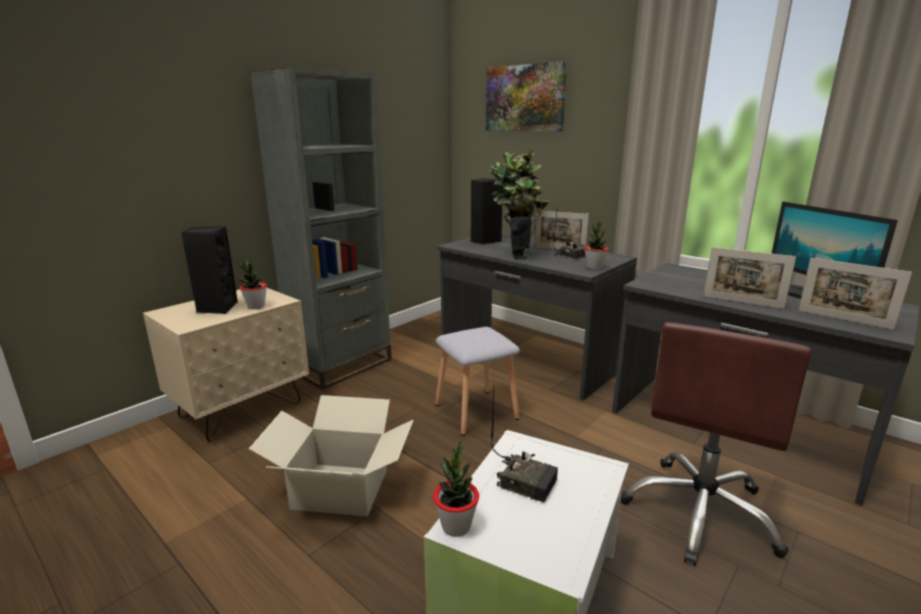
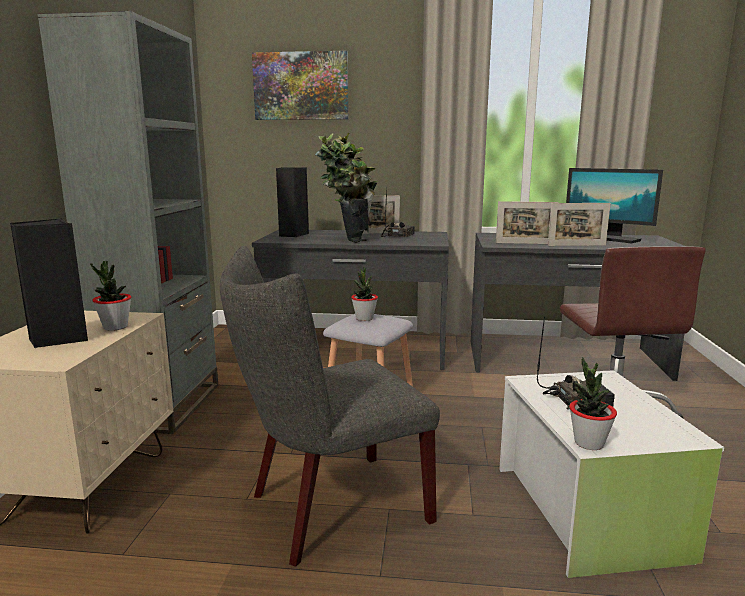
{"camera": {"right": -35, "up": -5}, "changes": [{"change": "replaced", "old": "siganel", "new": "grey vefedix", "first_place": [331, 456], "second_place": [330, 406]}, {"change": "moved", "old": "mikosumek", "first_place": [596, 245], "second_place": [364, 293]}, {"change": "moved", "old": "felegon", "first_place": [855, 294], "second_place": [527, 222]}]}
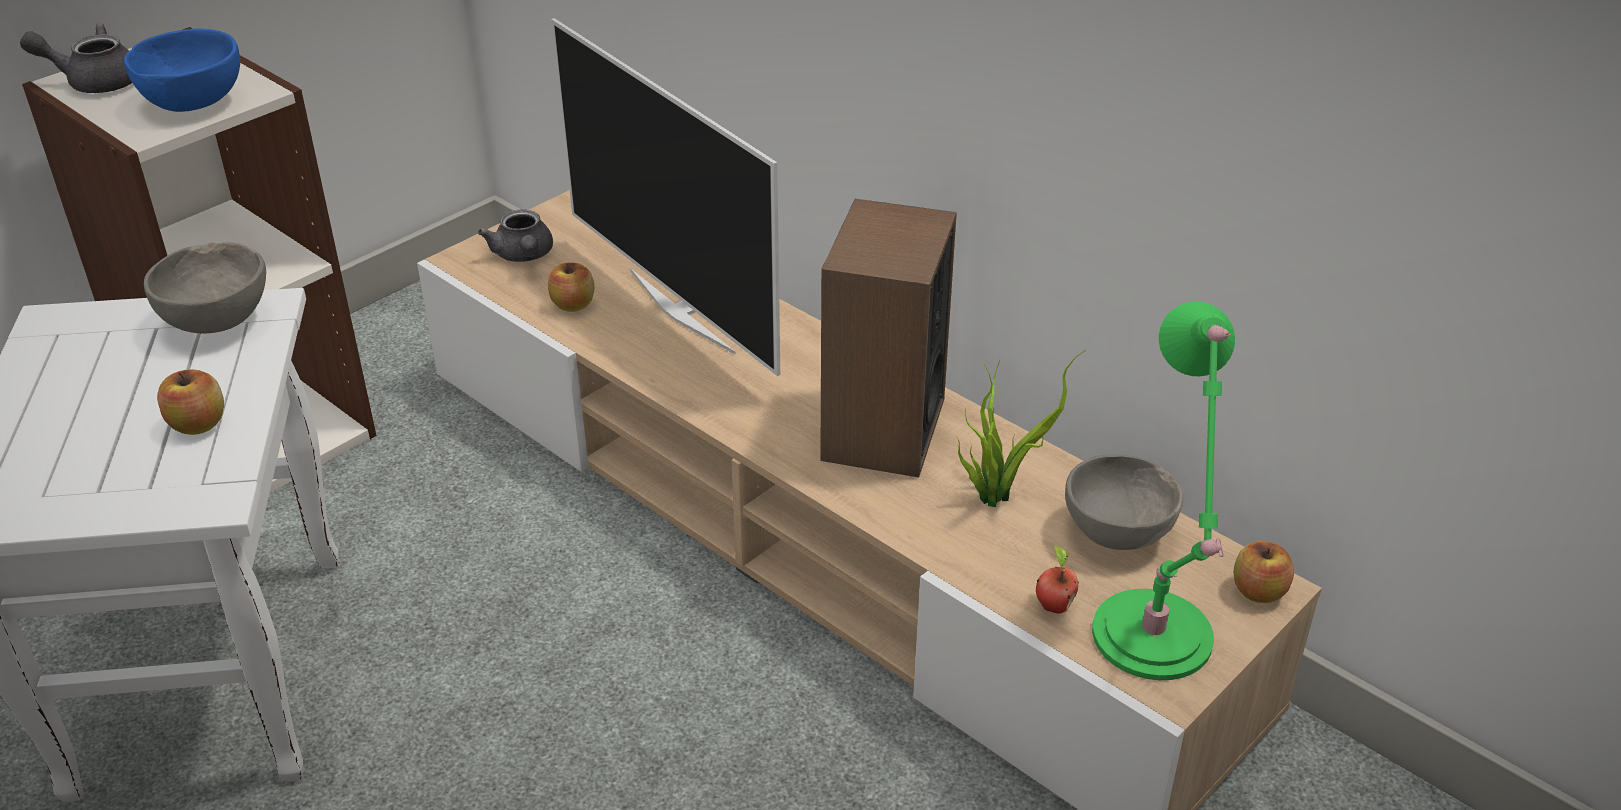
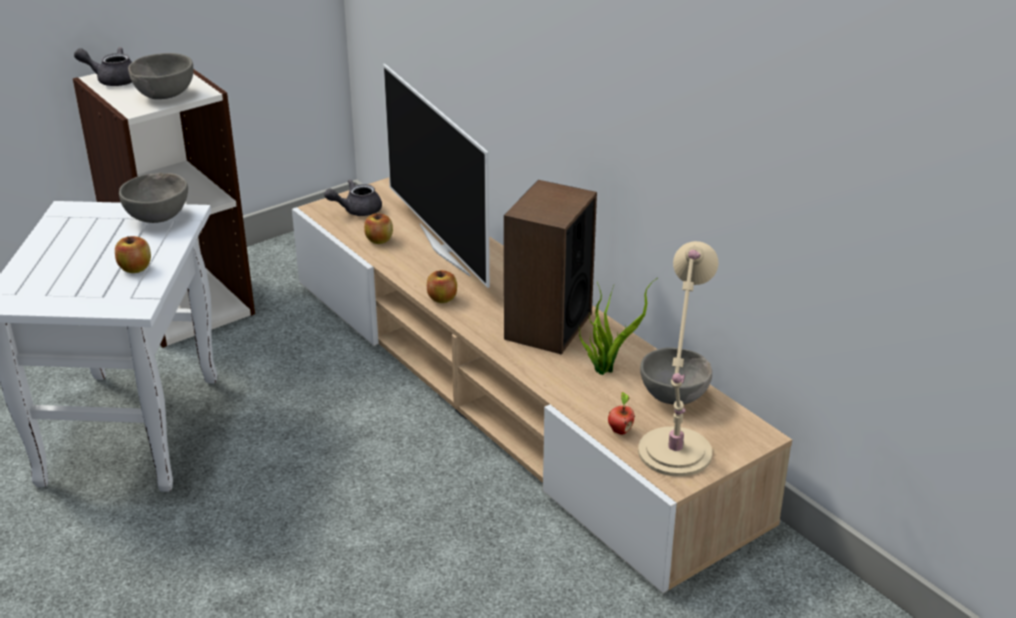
{"camera": {"right": 10, "up": -5}, "changes": [{"change": "recoloured", "old": "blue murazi", "new": "grey murazi", "first_place": [182, 70], "second_place": [161, 76]}, {"change": "turned", "old": "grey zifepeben", "first_place": [515, 235], "second_place": [353, 197], "degrees": 75}, {"change": "moved", "old": "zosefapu", "first_place": [1264, 572], "second_place": [442, 286]}, {"change": "recoloured", "old": "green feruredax", "new": "beige feruredax", "first_place": [1163, 491], "second_place": [678, 359]}]}
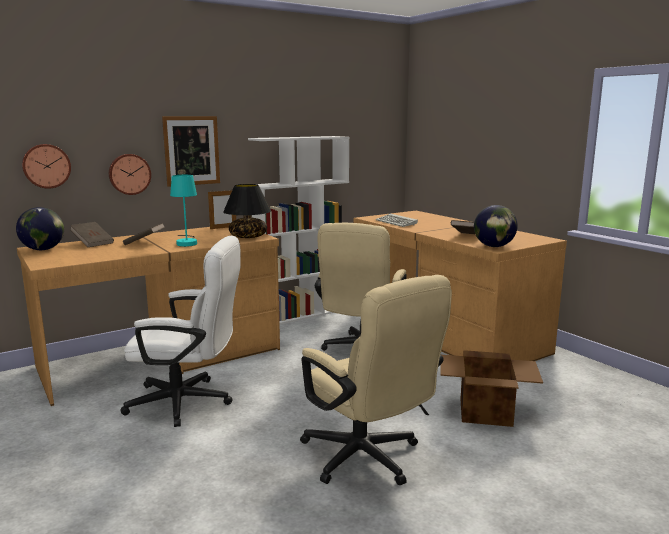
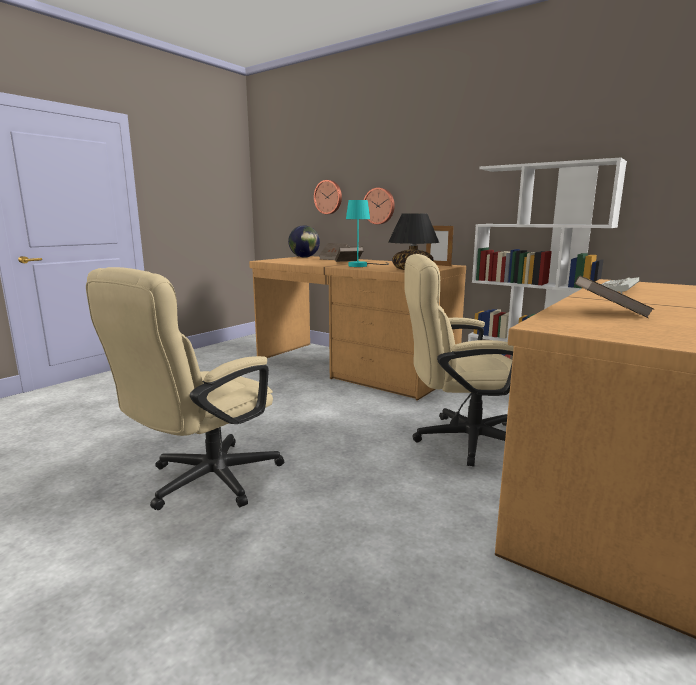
{"camera": {"right": 70, "up": 0}, "changes": [{"change": "removed", "old": "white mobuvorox", "first_place": [180, 331]}, {"change": "removed", "old": "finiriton", "first_place": [191, 151]}, {"change": "removed", "old": "siganel", "first_place": [491, 388]}, {"change": "removed", "old": "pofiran", "first_place": [496, 226]}]}
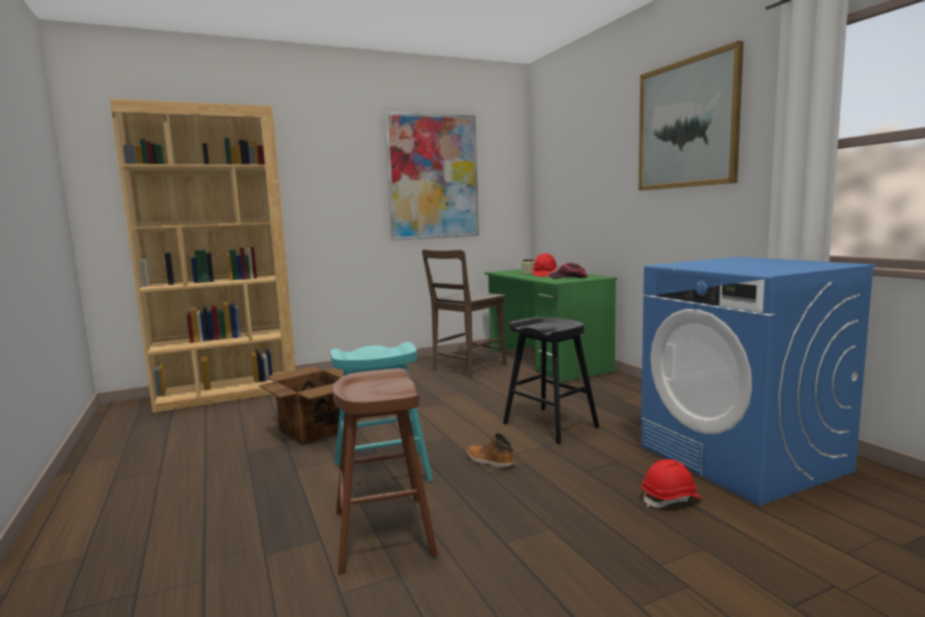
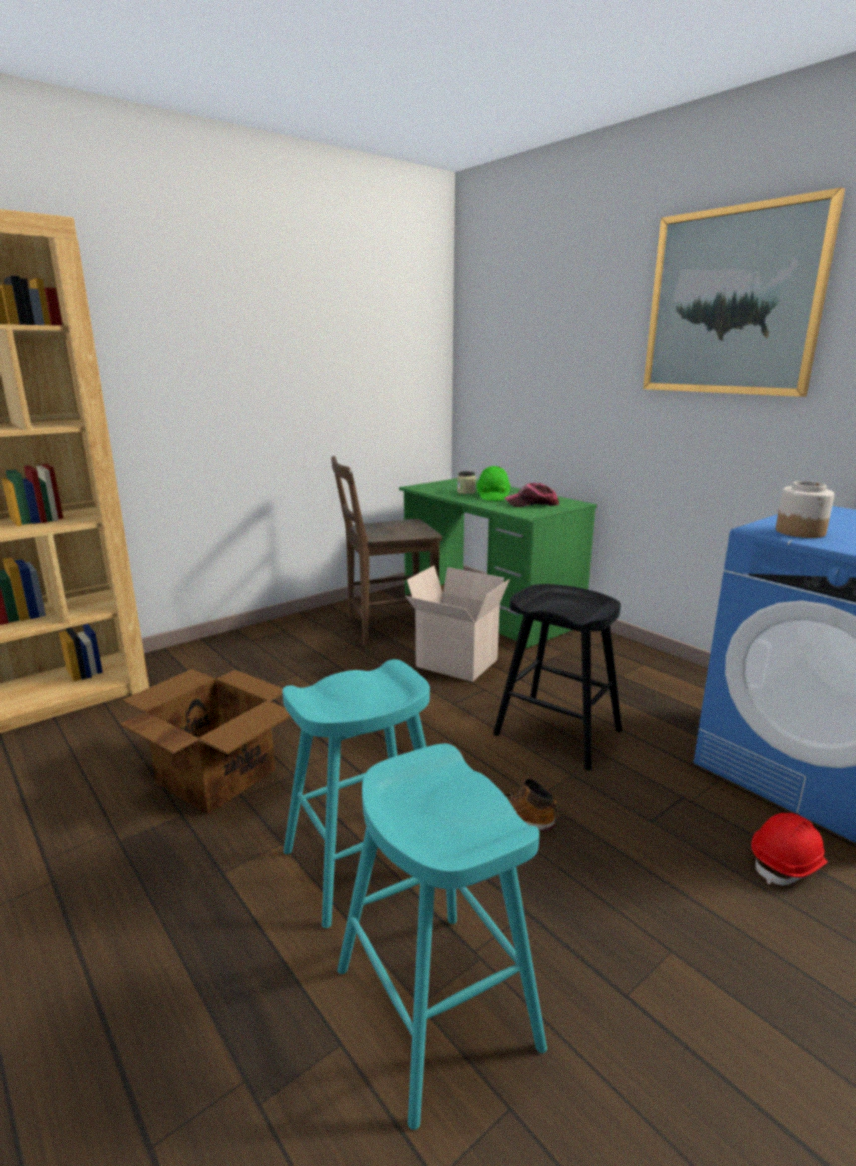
{"camera": {"right": -15, "up": 10}, "changes": [{"change": "turned", "old": "brown vefedix", "first_place": [464, 313], "second_place": [386, 550], "degrees": 45}, {"change": "recoloured", "old": "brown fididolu", "new": "turquoise fididolu", "first_place": [385, 471], "second_place": [442, 937]}, {"change": "added", "new": "siganel", "second_place": [457, 624]}, {"change": "recoloured", "old": "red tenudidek", "new": "green tenudidek", "first_place": [545, 265], "second_place": [494, 483]}, {"change": "added", "new": "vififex", "second_place": [805, 509]}, {"change": "removed", "old": "finiriton", "first_place": [431, 176]}]}
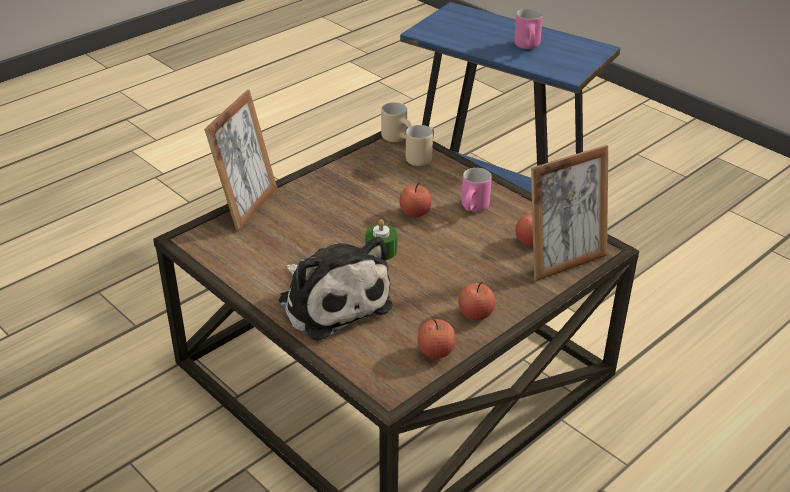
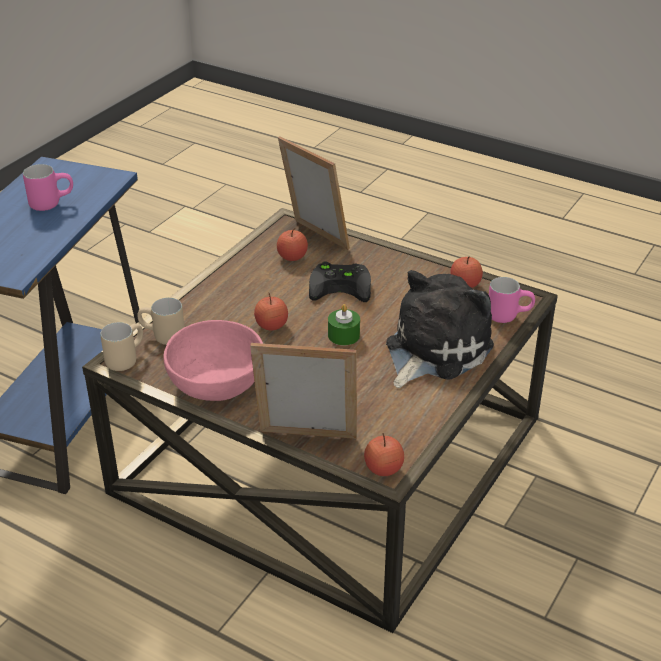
{"camera": {"right": -105, "up": 0}, "changes": [{"change": "added", "new": "pink murazi", "second_place": [213, 360]}, {"change": "added", "new": "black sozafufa", "second_place": [340, 281]}, {"change": "moved", "old": "zosefapu", "first_place": [476, 301], "second_place": [384, 454]}, {"change": "moved", "old": "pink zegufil", "first_place": [476, 190], "second_place": [512, 300]}]}
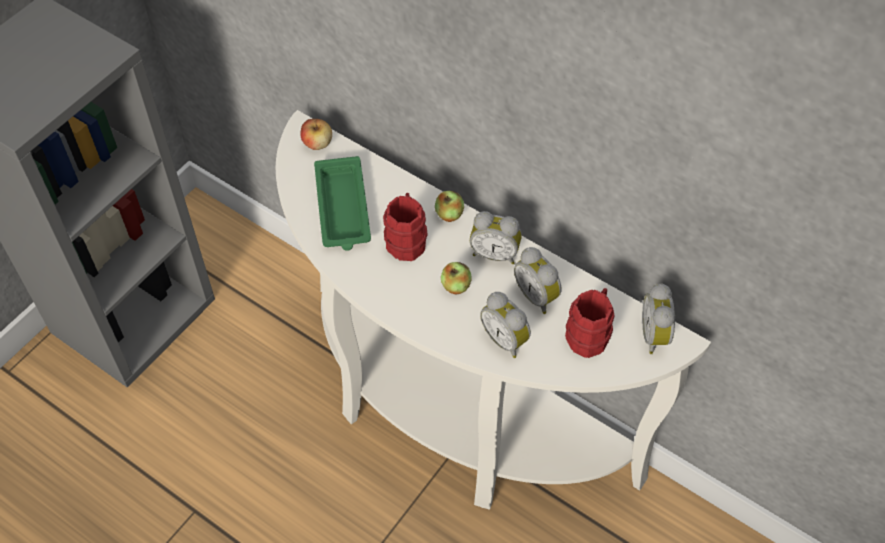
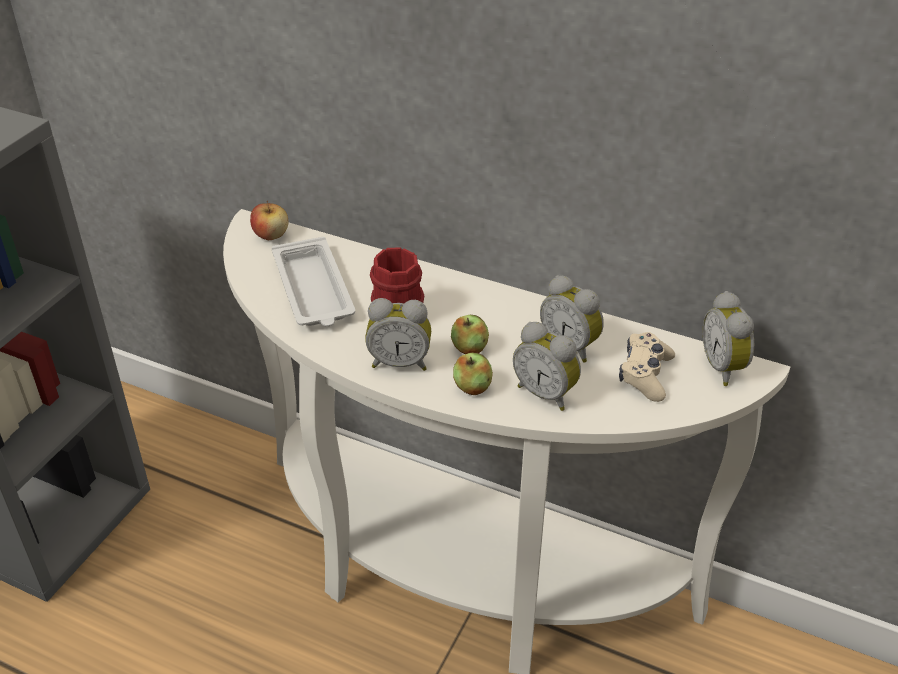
{"camera": {"right": -10, "up": -15}, "changes": [{"change": "recoloured", "old": "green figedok", "new": "white figedok", "first_place": [342, 203], "second_place": [313, 281]}, {"change": "moved", "old": "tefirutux", "first_place": [496, 237], "second_place": [398, 334]}, {"change": "moved", "old": "zosefapu", "first_place": [449, 206], "second_place": [473, 374]}, {"change": "replaced", "old": "red zegufil", "new": "beige sozafufa", "first_place": [590, 323], "second_place": [647, 367]}]}
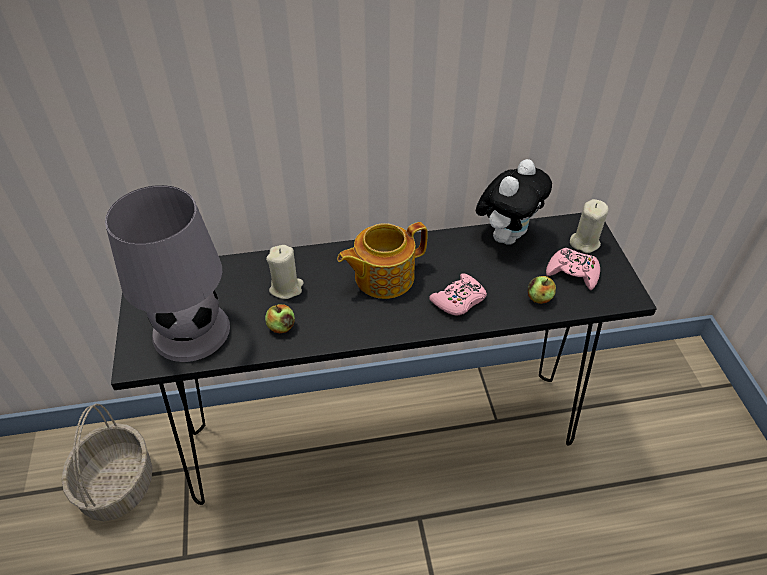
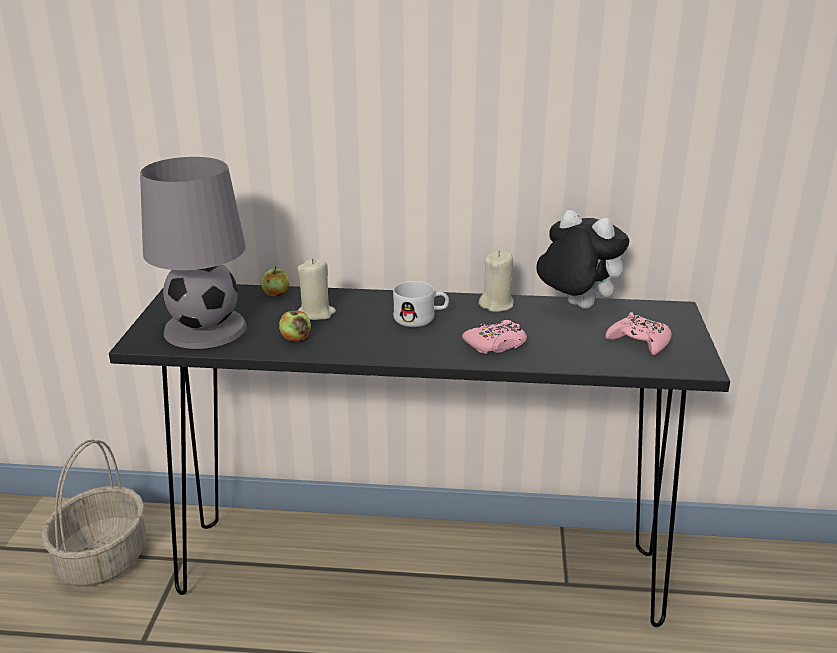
{"camera": {"right": 15, "up": -20}, "changes": [{"change": "moved", "old": "zosefapu", "first_place": [542, 290], "second_place": [275, 281]}, {"change": "replaced", "old": "zifepeben", "new": "white zegufil", "first_place": [382, 260], "second_place": [421, 304]}, {"change": "moved", "old": "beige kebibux", "first_place": [589, 226], "second_place": [496, 281]}, {"change": "turned", "old": "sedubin", "first_place": [514, 202], "second_place": [582, 259], "degrees": -105}]}
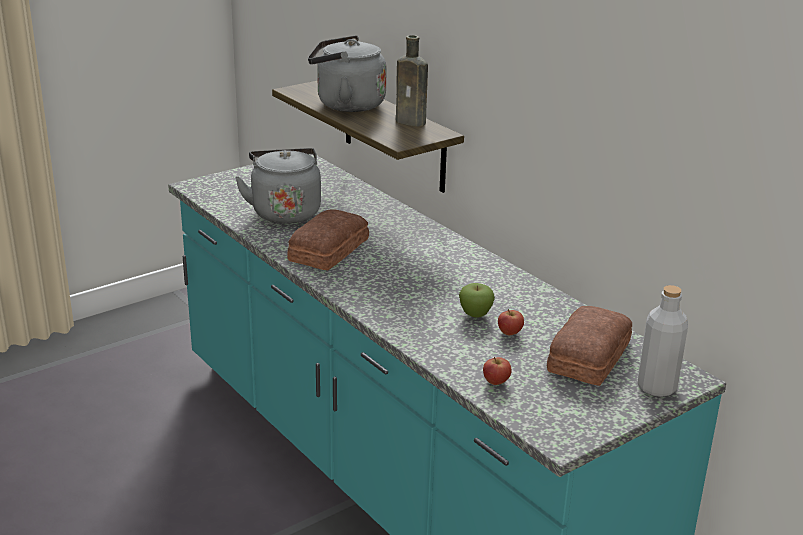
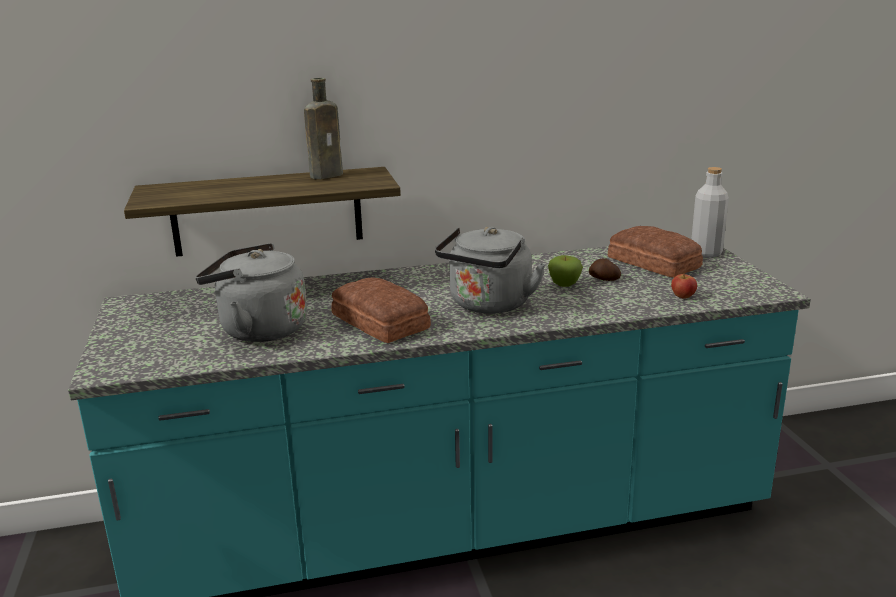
{"camera": {"right": -65, "up": -5}, "changes": [{"change": "moved", "old": "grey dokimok", "first_place": [347, 73], "second_place": [490, 270]}, {"change": "replaced", "old": "zosefapu", "new": "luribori", "first_place": [511, 322], "second_place": [605, 269]}]}
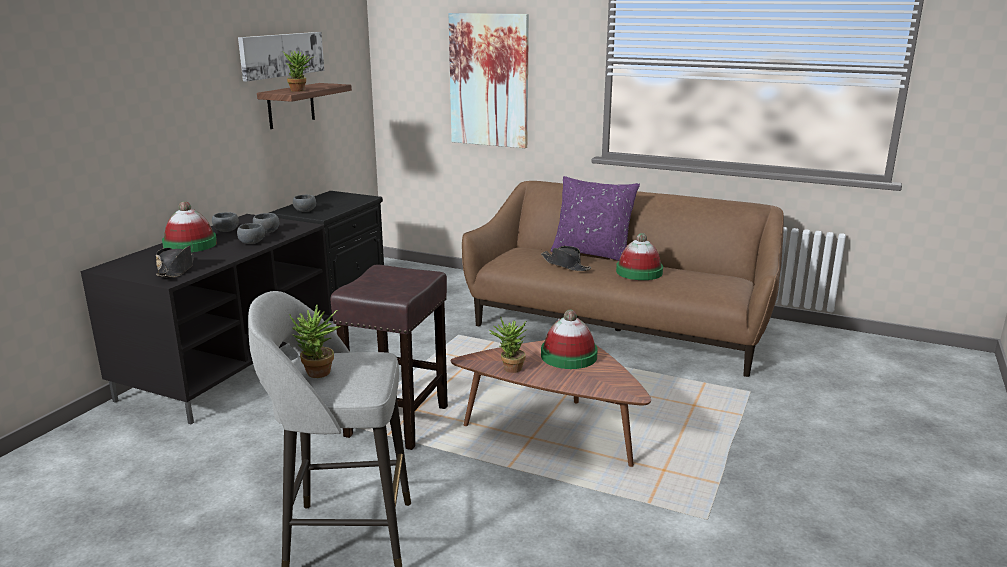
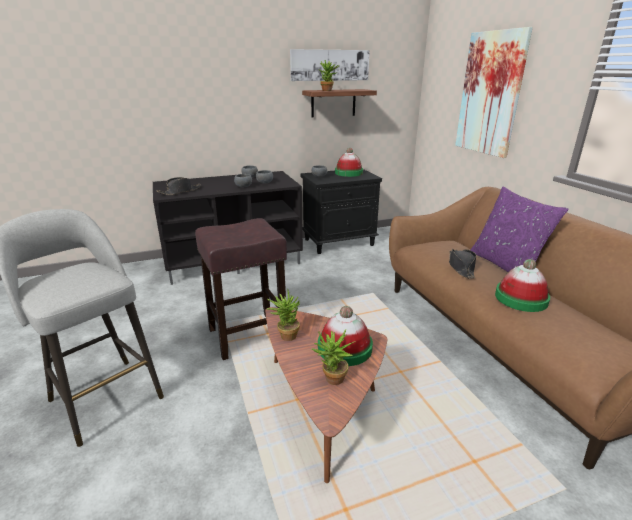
{"camera": {"right": 45, "up": 5}, "changes": [{"change": "moved", "old": "mikosumek", "first_place": [315, 341], "second_place": [333, 357]}, {"change": "moved", "old": "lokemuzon", "first_place": [189, 226], "second_place": [349, 162]}]}
